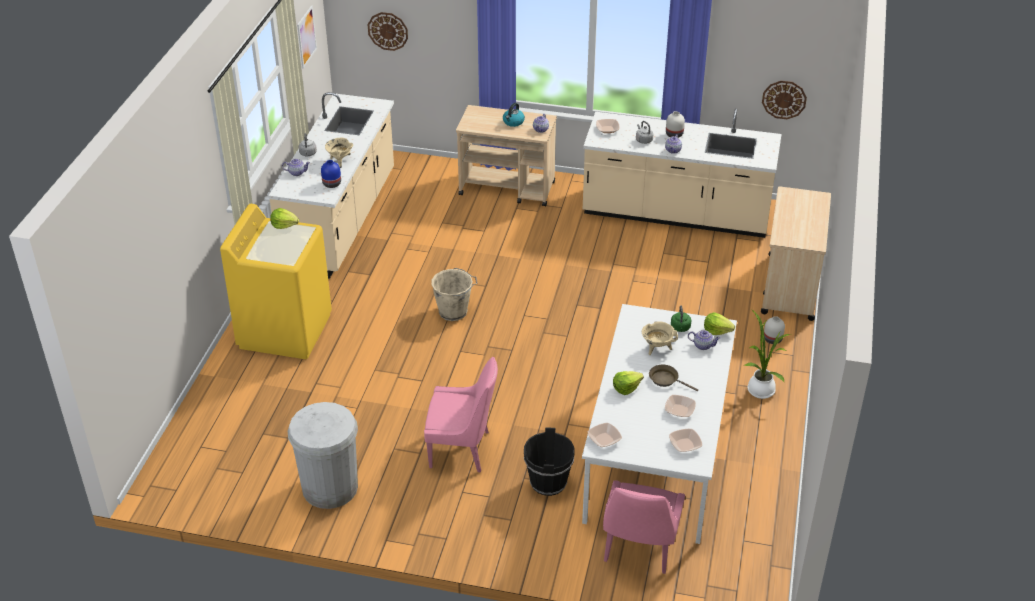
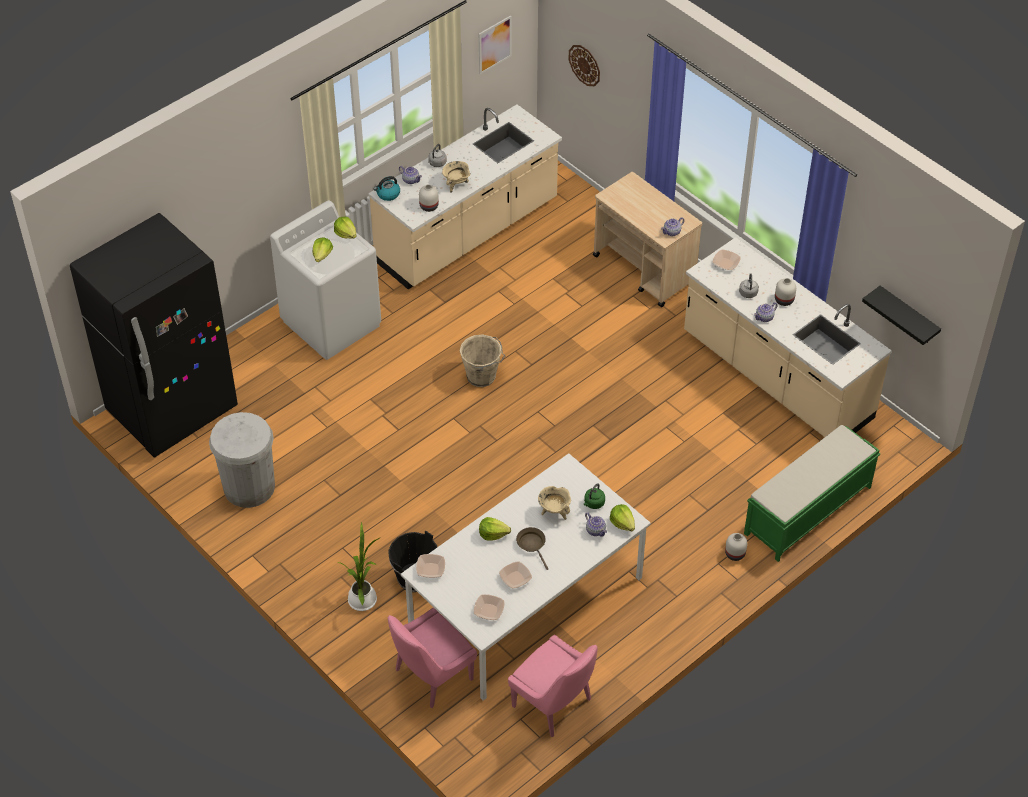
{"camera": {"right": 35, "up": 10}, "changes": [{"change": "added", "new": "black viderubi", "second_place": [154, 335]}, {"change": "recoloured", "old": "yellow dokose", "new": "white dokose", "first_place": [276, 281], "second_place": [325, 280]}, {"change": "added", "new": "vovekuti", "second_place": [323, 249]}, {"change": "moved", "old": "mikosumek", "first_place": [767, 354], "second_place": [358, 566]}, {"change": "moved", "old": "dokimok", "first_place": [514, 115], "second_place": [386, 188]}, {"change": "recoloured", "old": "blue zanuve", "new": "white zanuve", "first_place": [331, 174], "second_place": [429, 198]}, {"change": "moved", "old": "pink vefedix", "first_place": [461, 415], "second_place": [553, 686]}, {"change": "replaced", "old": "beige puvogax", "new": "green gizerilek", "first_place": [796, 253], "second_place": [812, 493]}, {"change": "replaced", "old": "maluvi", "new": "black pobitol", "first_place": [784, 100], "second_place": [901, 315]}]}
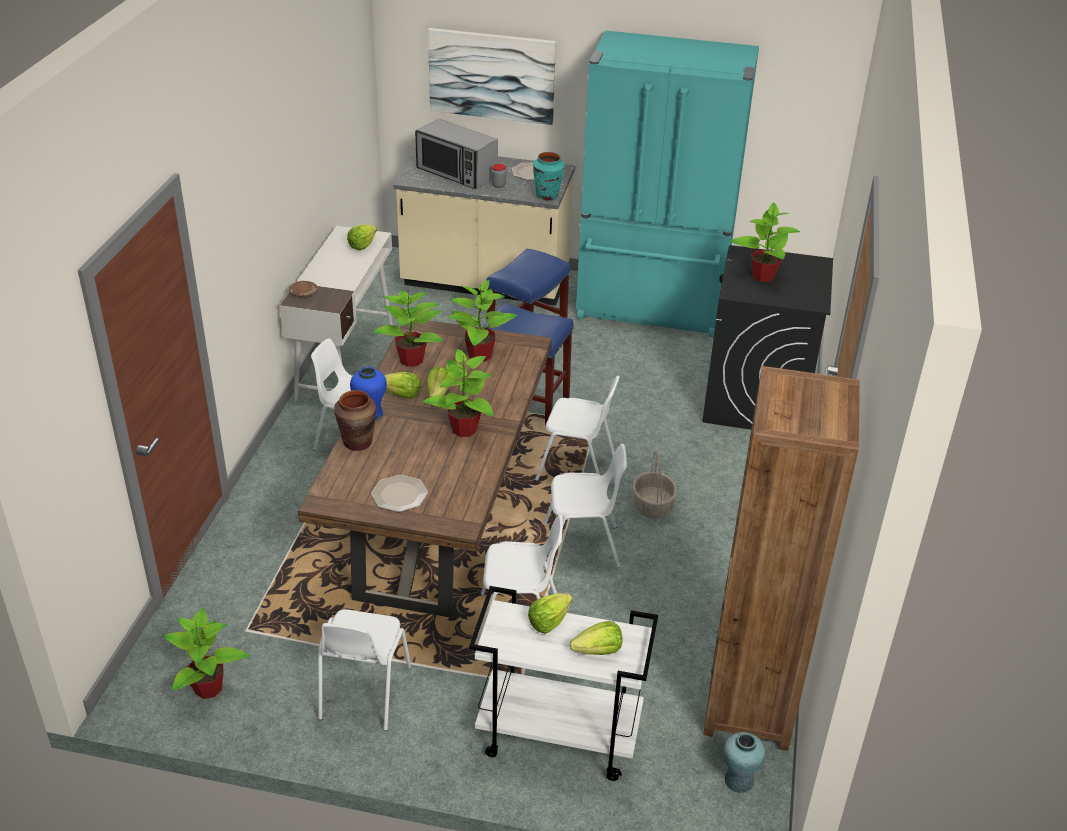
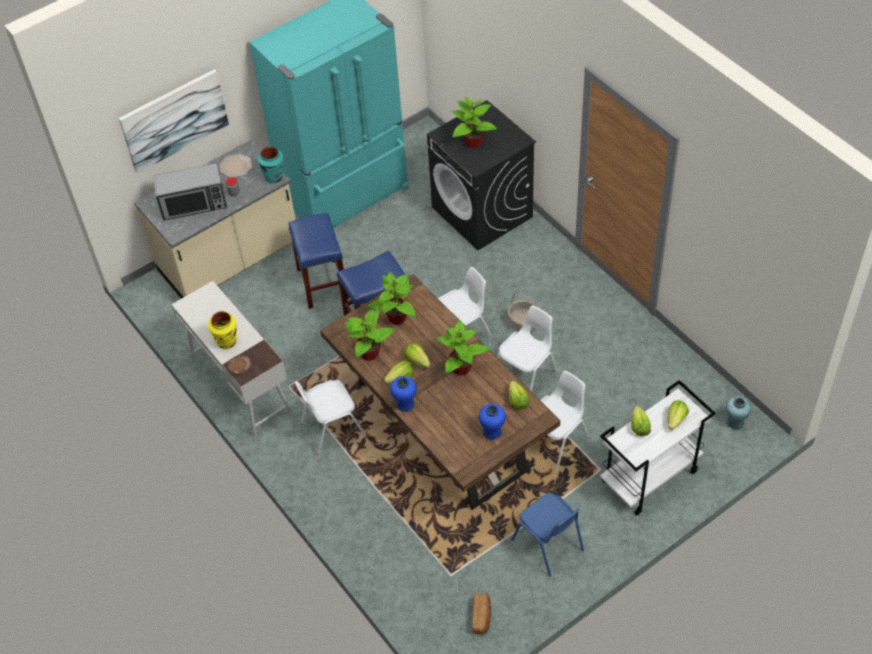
{"camera": {"right": -45, "up": 15}, "changes": [{"change": "added", "new": "yellow zanuve", "second_place": [222, 330]}, {"change": "replaced", "old": "mikosumek", "new": "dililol", "first_place": [206, 653], "second_place": [481, 614]}, {"change": "replaced", "old": "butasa", "new": "blue zanuve", "first_place": [399, 493], "second_place": [492, 422]}, {"change": "moved", "old": "vovekuti", "first_place": [362, 237], "second_place": [519, 395]}, {"change": "recoloured", "old": "white vefedix", "new": "blue vefedix", "first_place": [364, 670], "second_place": [547, 535]}, {"change": "removed", "old": "brown zanuve", "first_place": [355, 420]}, {"change": "removed", "old": "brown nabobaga", "first_place": [781, 558]}]}
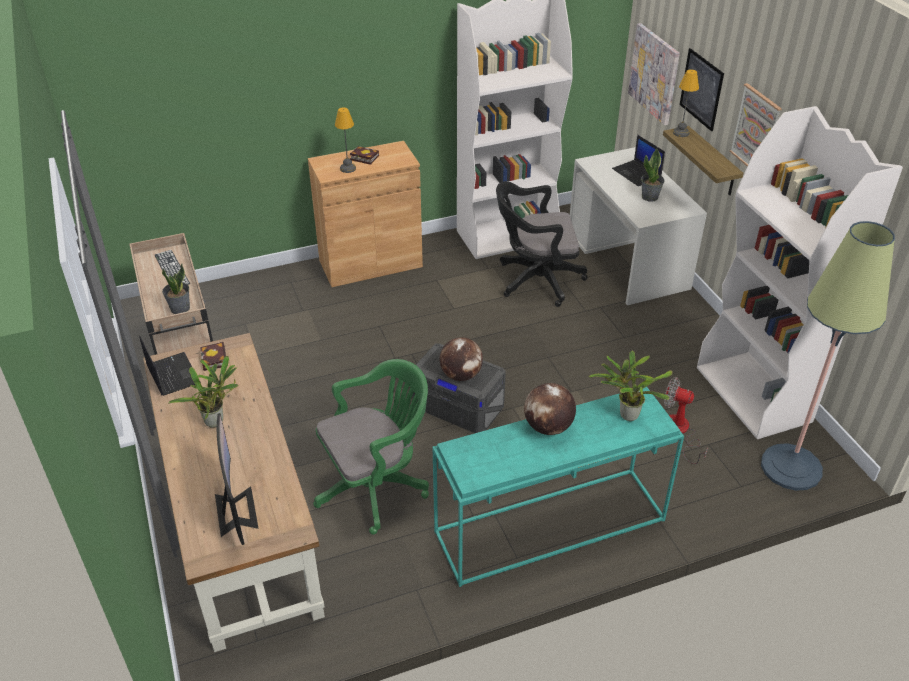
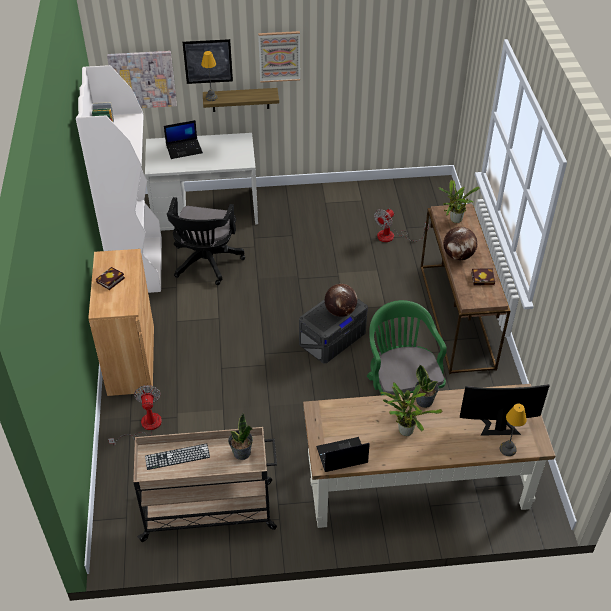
{"camera": {"right": -75, "up": 5}, "changes": [{"change": "added", "new": "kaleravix", "second_place": [135, 415]}, {"change": "moved", "old": "mikosumek", "first_place": [652, 175], "second_place": [427, 386]}, {"change": "recoloured", "old": "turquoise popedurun", "new": "brown popedurun", "first_place": [558, 487], "second_place": [465, 289]}, {"change": "moved", "old": "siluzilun", "first_place": [213, 356], "second_place": [483, 277]}, {"change": "moved", "old": "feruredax", "first_place": [345, 140], "second_place": [513, 430]}, {"change": "removed", "old": "white nabobaga", "first_place": [800, 272]}, {"change": "removed", "old": "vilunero", "first_place": [828, 356]}]}
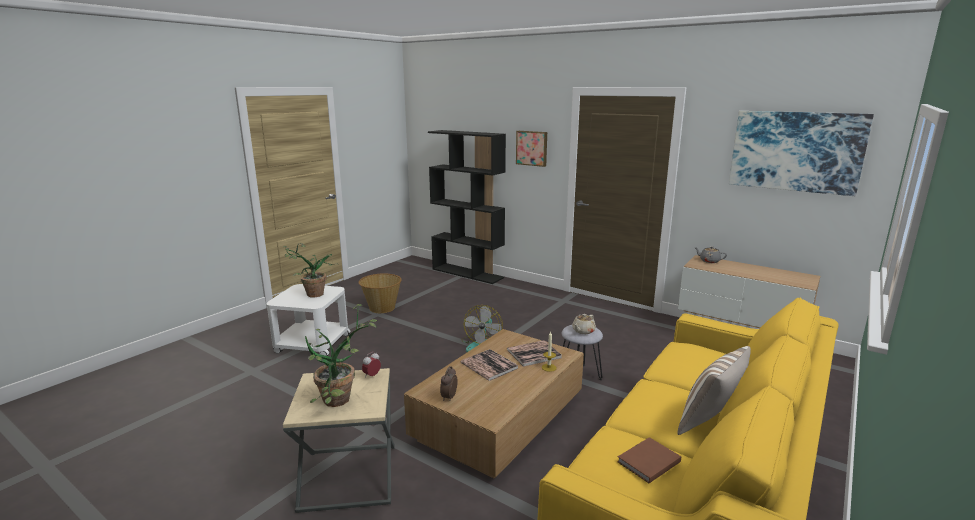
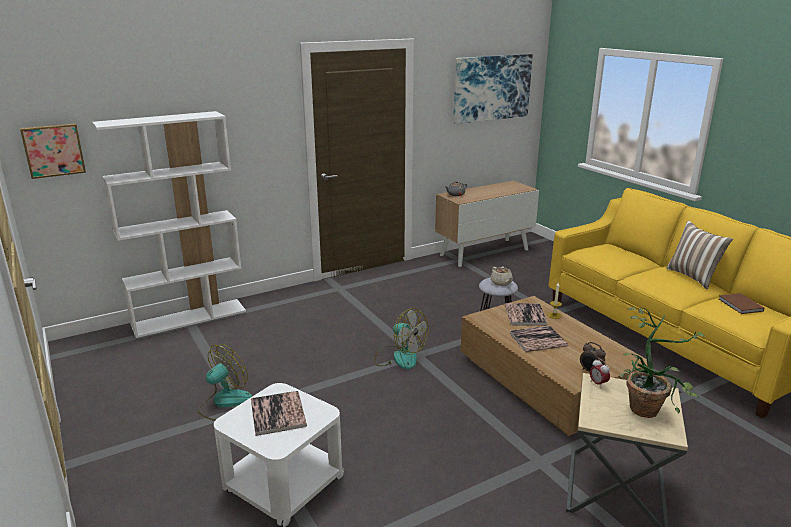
{"camera": {"right": -65, "up": 5}, "changes": [{"change": "moved", "old": "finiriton", "first_place": [531, 149], "second_place": [53, 151]}, {"change": "recoloured", "old": "black nabobaga", "new": "white nabobaga", "first_place": [467, 207], "second_place": [169, 224]}, {"change": "replaced", "old": "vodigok", "new": "kaleravix", "first_place": [380, 293], "second_place": [225, 382]}, {"change": "replaced", "old": "mikosumek", "new": "siluzilun", "first_place": [307, 270], "second_place": [279, 413]}]}
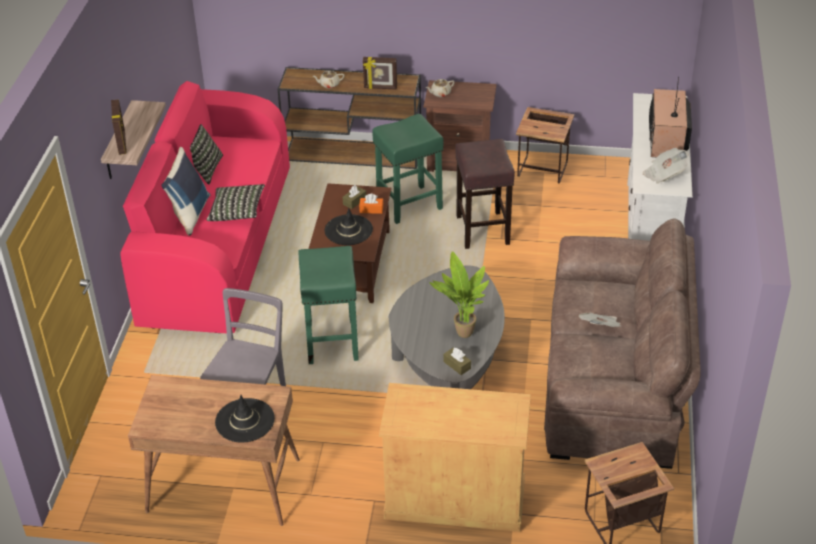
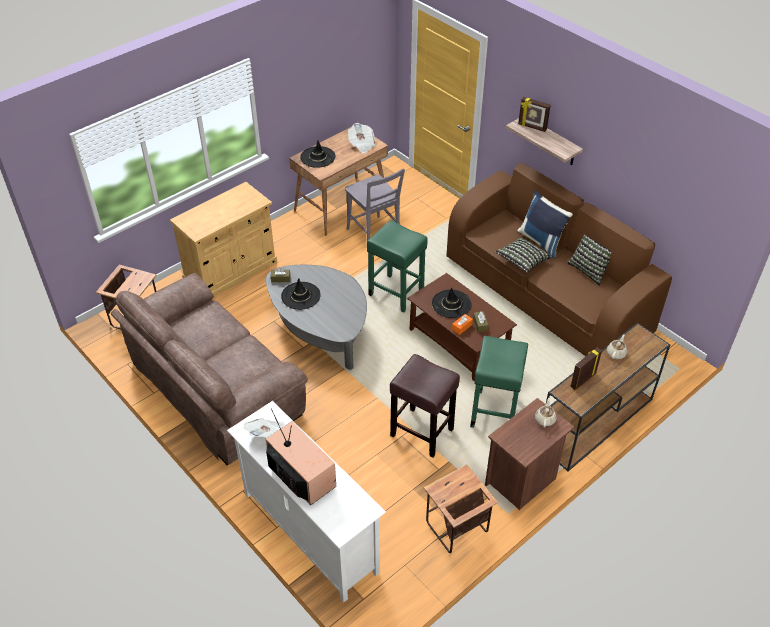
{"camera": {"right": 130, "up": 5}, "changes": [{"change": "replaced", "old": "mikosumek", "new": "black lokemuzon", "first_place": [459, 294], "second_place": [301, 294]}, {"change": "moved", "old": "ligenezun", "first_place": [600, 319], "second_place": [362, 138]}, {"change": "recoloured", "old": "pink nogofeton", "new": "brown nogofeton", "first_place": [205, 207], "second_place": [559, 259]}]}
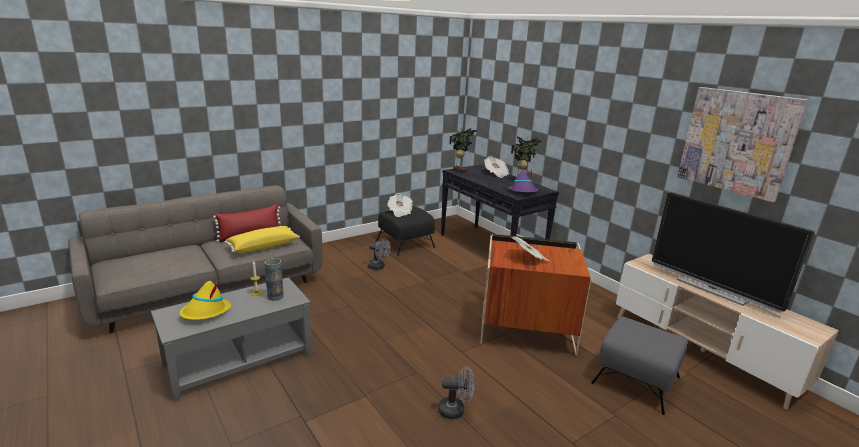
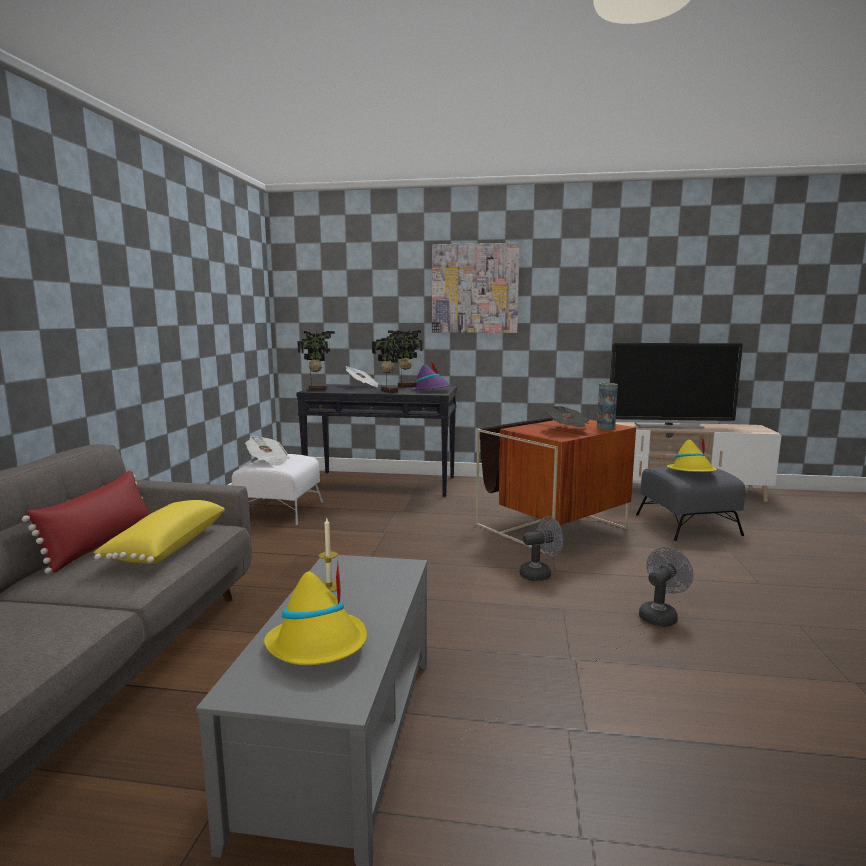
{"camera": {"right": -45, "up": -10}, "changes": [{"change": "recoloured", "old": "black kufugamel", "new": "white kufugamel", "first_place": [406, 231], "second_place": [278, 489]}, {"change": "added", "new": "mikosumek", "second_place": [390, 362]}, {"change": "moved", "old": "finiriton", "first_place": [742, 144], "second_place": [476, 288]}, {"change": "moved", "old": "grey kaleravix", "first_place": [379, 254], "second_place": [541, 548]}, {"change": "moved", "old": "zanuve", "first_place": [274, 279], "second_place": [607, 406]}, {"change": "added", "new": "yellow lokemuzon", "second_place": [691, 455]}]}
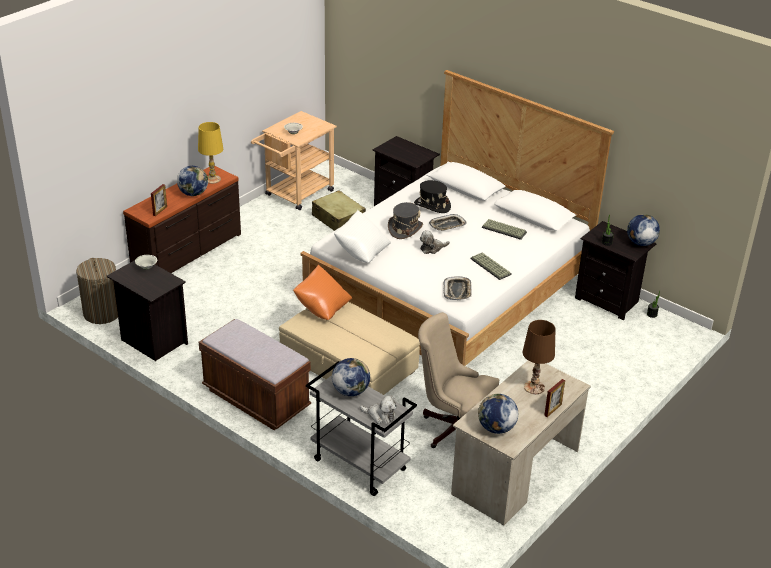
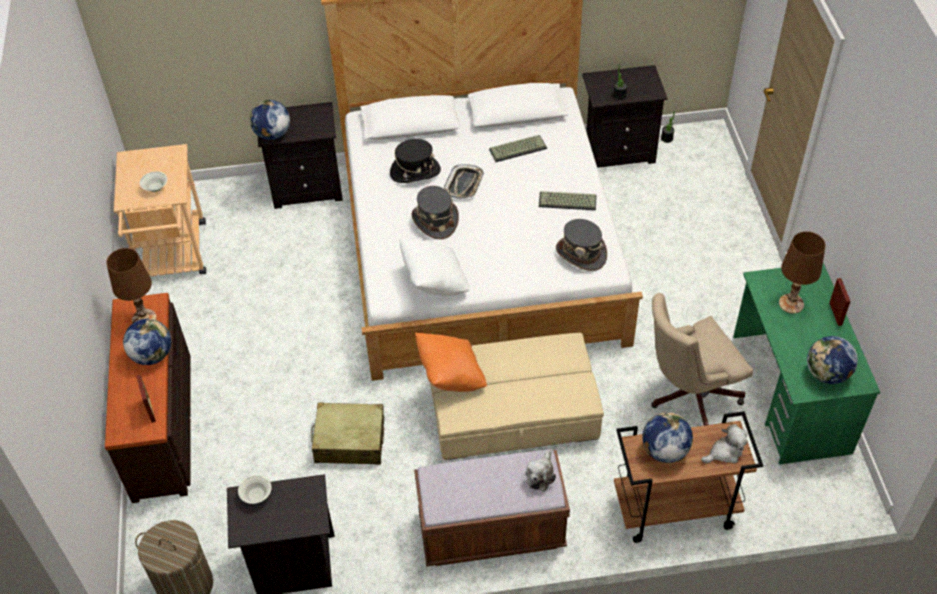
{"camera": {"right": -45, "up": 15}, "changes": [{"change": "recoloured", "old": "yellow feruredax", "new": "brown feruredax", "first_place": [210, 153], "second_place": [131, 285]}, {"change": "moved", "old": "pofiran", "first_place": [643, 230], "second_place": [269, 120]}, {"change": "moved", "old": "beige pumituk", "first_place": [339, 210], "second_place": [348, 433]}, {"change": "moved", "old": "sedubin", "first_place": [435, 242], "second_place": [540, 470]}, {"change": "replaced", "old": "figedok", "new": "grey lokemuzon", "first_place": [458, 288], "second_place": [581, 245]}, {"change": "recoloured", "old": "grey puvogax", "new": "brown puvogax", "first_place": [361, 428], "second_place": [688, 477]}, {"change": "recoloured", "old": "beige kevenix", "new": "green kevenix", "first_place": [521, 443], "second_place": [806, 364]}]}
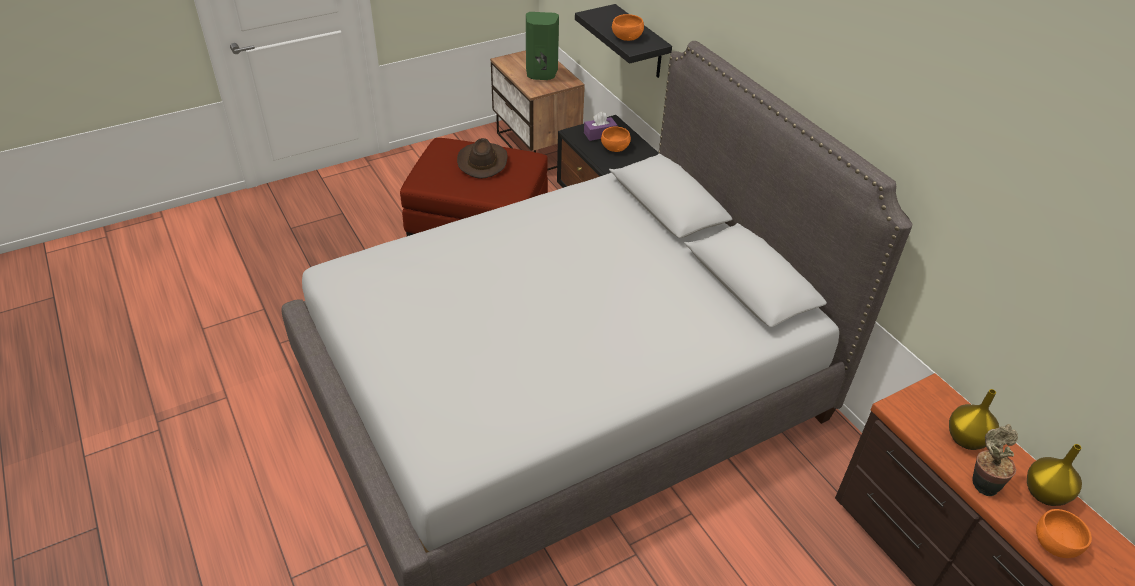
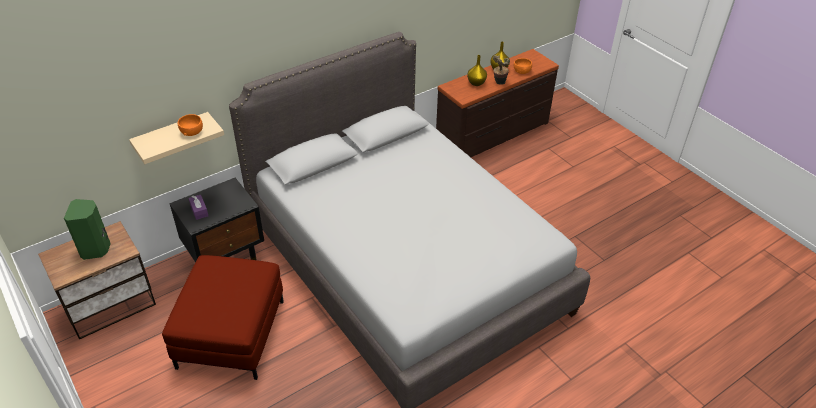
{"camera": {"right": -95, "up": 0}, "changes": [{"change": "recoloured", "old": "black pobitol", "new": "beige pobitol", "first_place": [623, 41], "second_place": [176, 138]}, {"change": "removed", "old": "brown lokemuzon", "first_place": [482, 158]}, {"change": "removed", "old": "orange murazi", "first_place": [616, 139]}]}
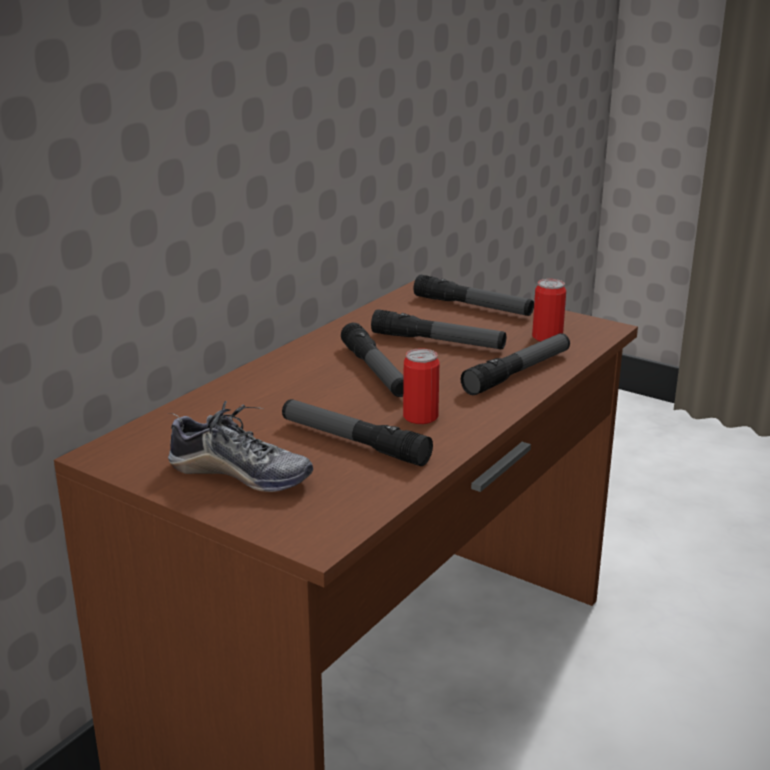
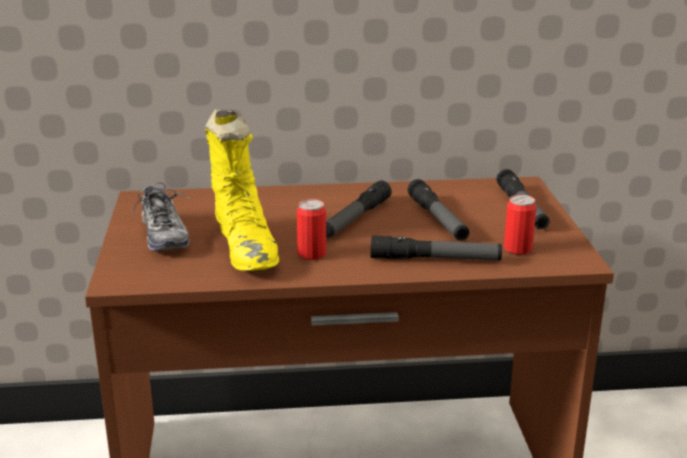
{"camera": {"right": 50, "up": 0}, "changes": [{"change": "replaced", "old": "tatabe", "new": "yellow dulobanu", "first_place": [357, 432], "second_place": [242, 190]}]}
